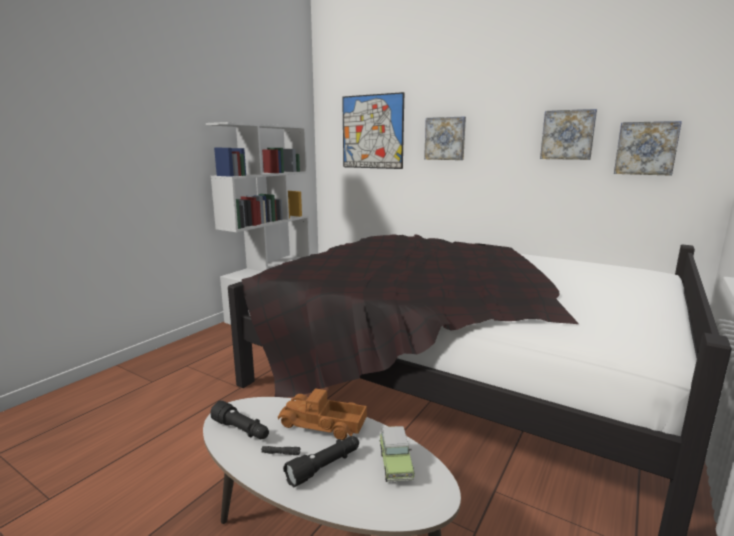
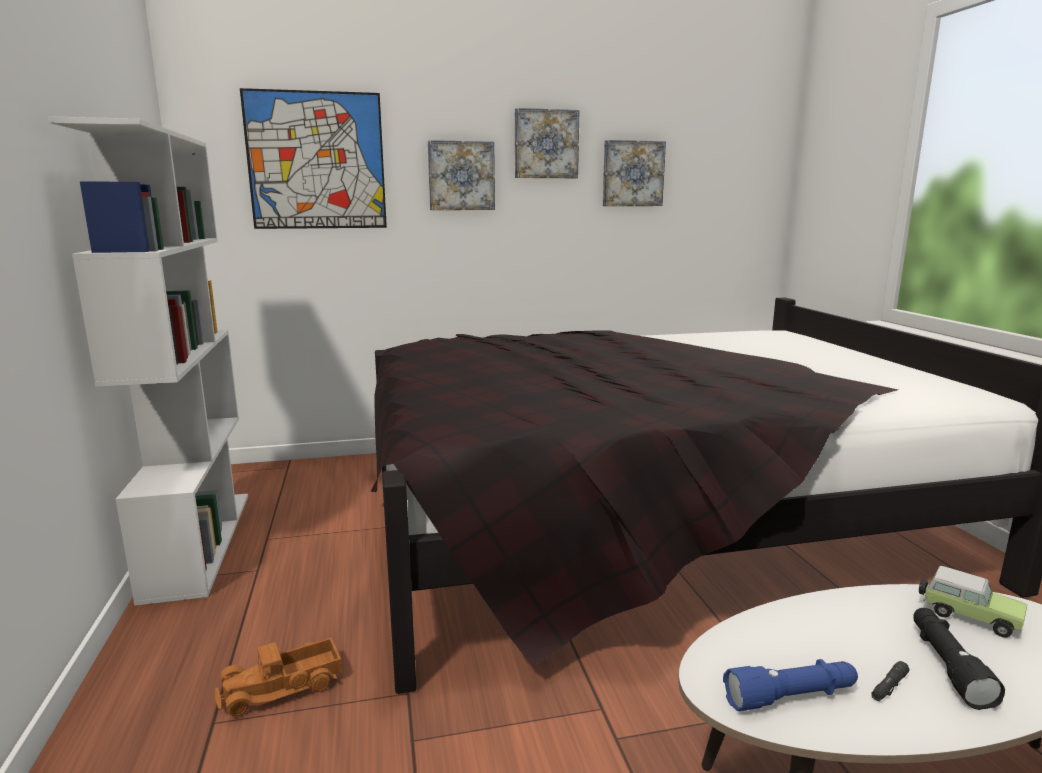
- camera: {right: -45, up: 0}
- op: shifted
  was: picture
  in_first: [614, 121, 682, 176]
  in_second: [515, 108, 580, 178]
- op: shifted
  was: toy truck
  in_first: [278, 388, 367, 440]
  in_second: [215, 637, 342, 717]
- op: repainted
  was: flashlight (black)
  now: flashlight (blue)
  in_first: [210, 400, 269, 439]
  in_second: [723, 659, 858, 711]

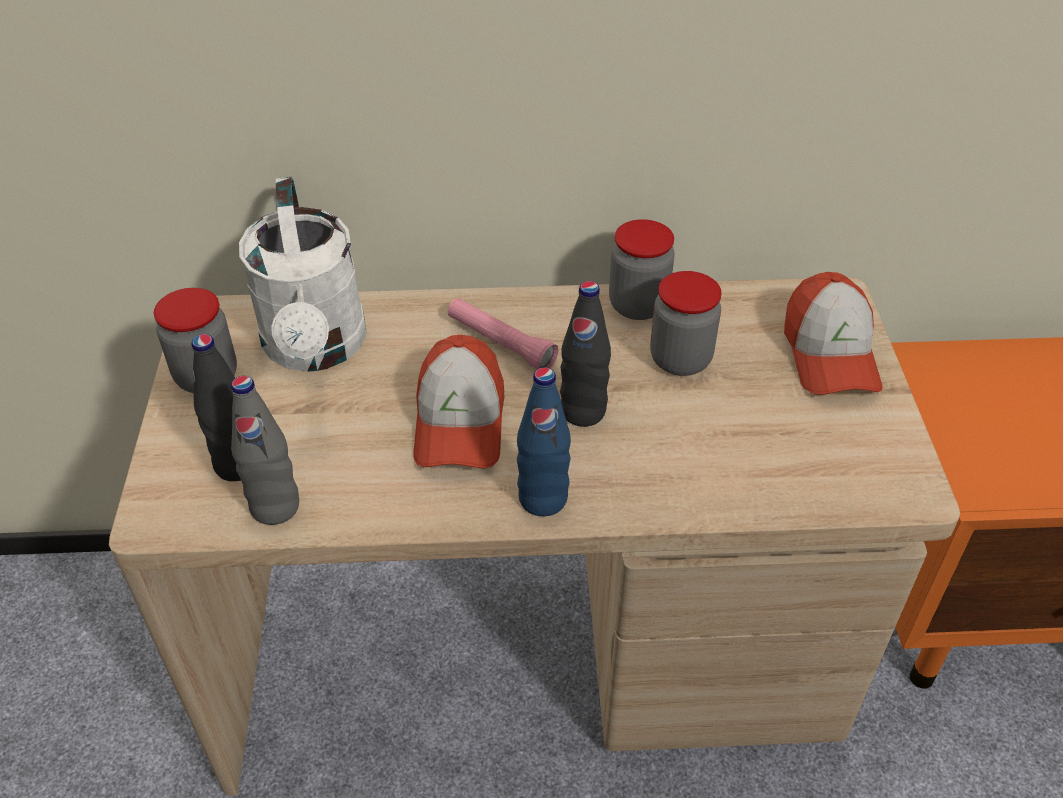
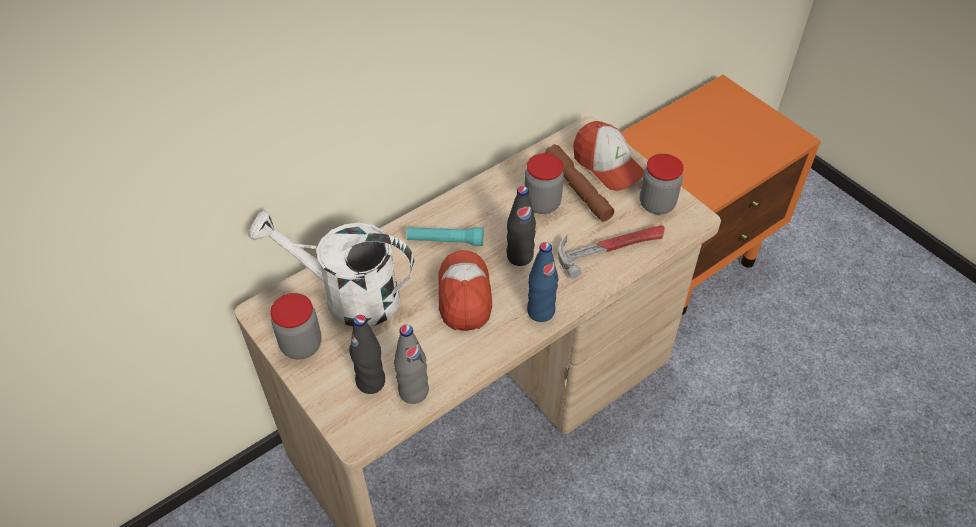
- camera: {right: -35, up: 5}
- op: rotated
  was: watering can (white)
  in_first: [239, 177, 367, 372]
  in_second: [248, 211, 414, 327]
  clockwise: 150
- op: shifted
  was: jar
  in_first: [609, 219, 675, 320]
  in_second: [640, 154, 684, 215]
- op: repainted
  was: flashlight (pink)
  now: flashlight (turquoise)
  in_first: [448, 298, 558, 369]
  in_second: [407, 227, 484, 246]
- op: rotated
  was: cap
  in_first: [413, 335, 504, 469]
  in_second: [438, 250, 492, 331]
  clockwise: -150
- op: new
  now: flashlight (brown)
  in_second: [545, 144, 614, 222]
- op: new
  now: hammer
  in_second: [558, 225, 665, 279]

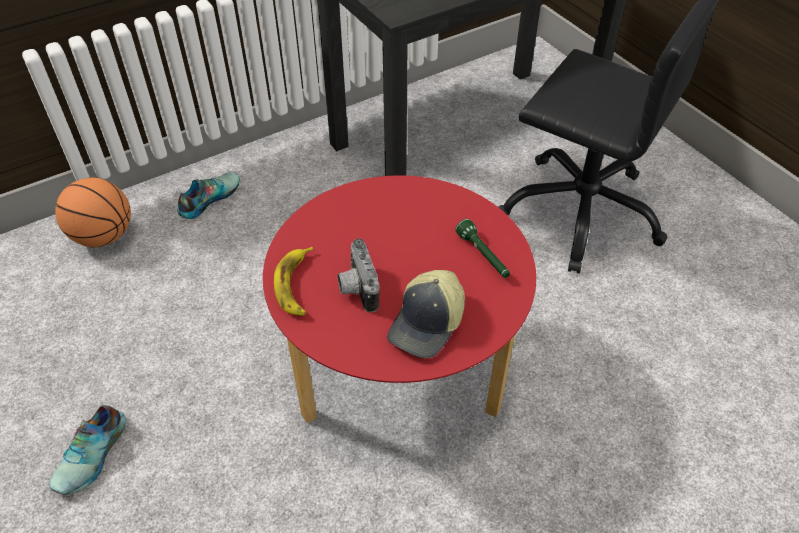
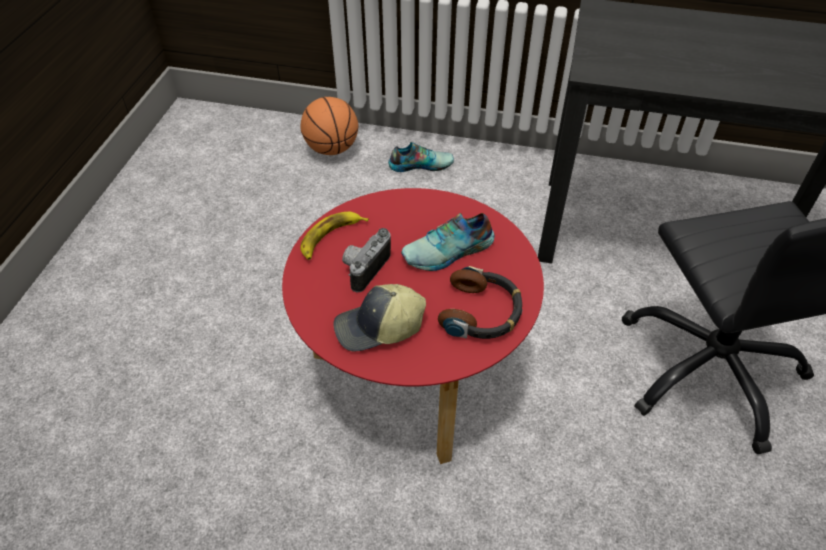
- camera: {right: 45, up: 0}
- op: swapped
  was: flashlight (green)
  now: headphones
  in_first: [455, 219, 510, 278]
  in_second: [438, 266, 523, 339]
- op: shifted
  was: shoe
  in_first: [50, 405, 126, 495]
  in_second: [401, 213, 495, 271]

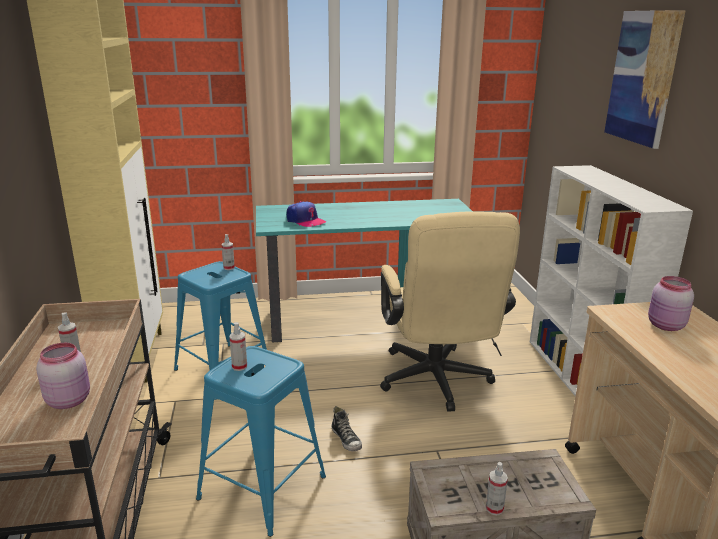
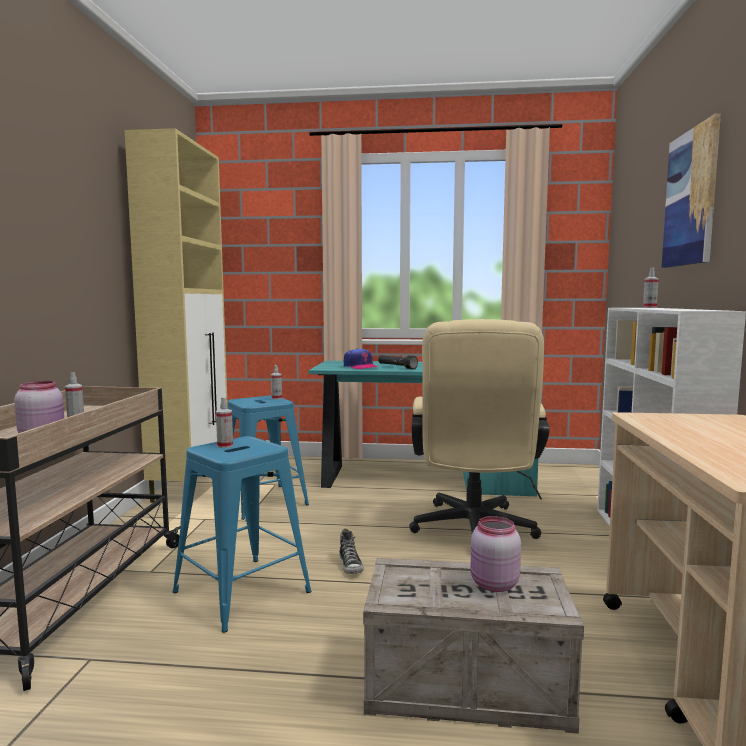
- camera: {right: 15, up: -15}
- op: shifted
  was: jar (pink)
  in_first: [648, 276, 694, 331]
  in_second: [471, 516, 521, 592]
- op: shifted
  was: spray bottle
  in_first: [486, 462, 508, 515]
  in_second: [643, 267, 659, 308]
- op: new
  now: flashlight (black)
  in_second: [378, 355, 418, 369]

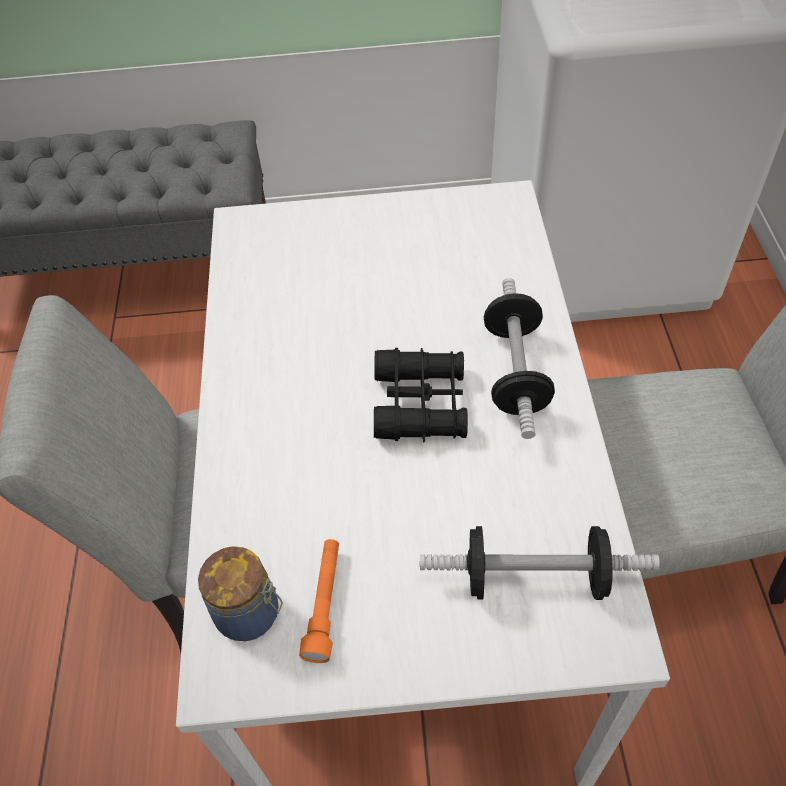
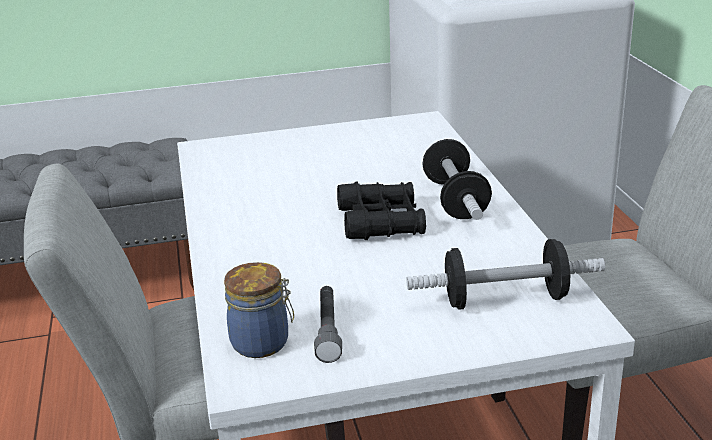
- camera: {right: -10, up: -25}
- op: repainted
  was: flashlight (orange)
  now: flashlight (grey)
  in_first: [299, 539, 339, 663]
  in_second: [314, 286, 342, 363]

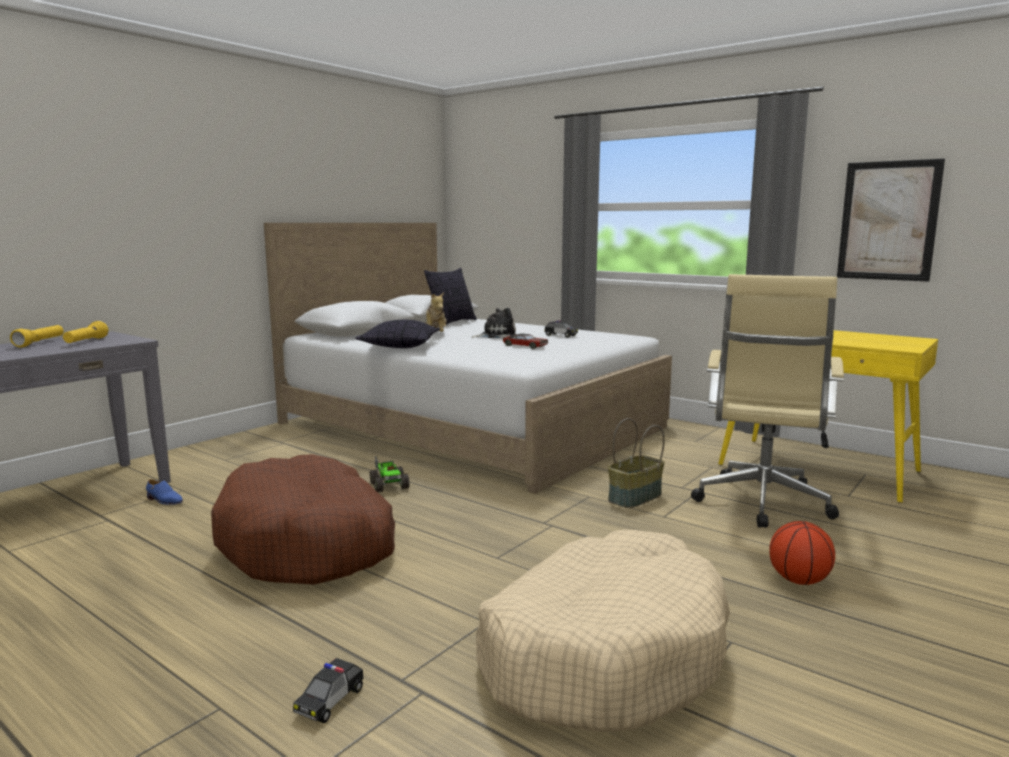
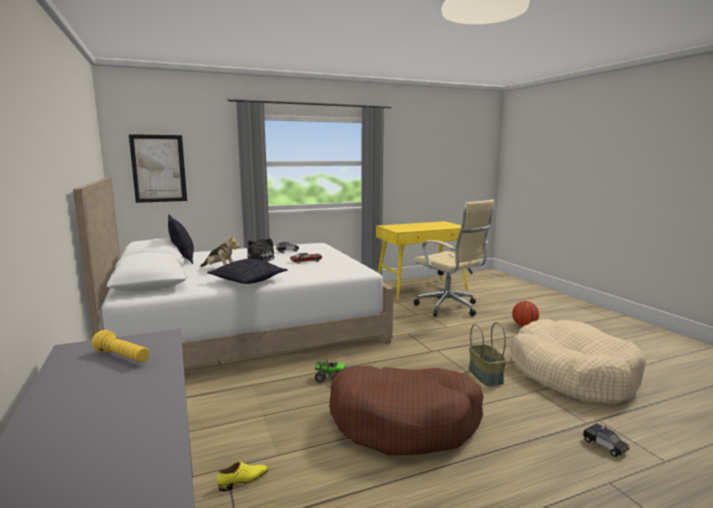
- camera: {right: -60, up: 0}
- op: shifted
  was: picture
  in_first: [837, 158, 945, 281]
  in_second: [129, 134, 187, 203]
- op: gone
  was: flashlight (yellow)
  in_first: [10, 325, 64, 348]
- op: shifted
  was: basket
  in_first: [608, 418, 665, 508]
  in_second: [469, 322, 506, 386]
- op: repainted
  was: shoe (blue)
  now: shoe (yellow)
  in_first: [146, 479, 183, 505]
  in_second: [217, 462, 268, 491]

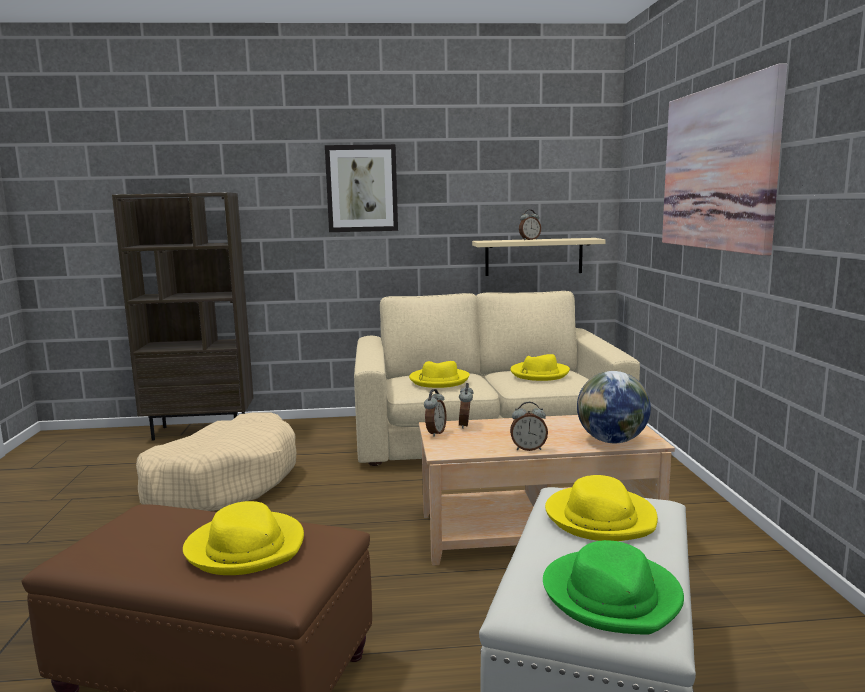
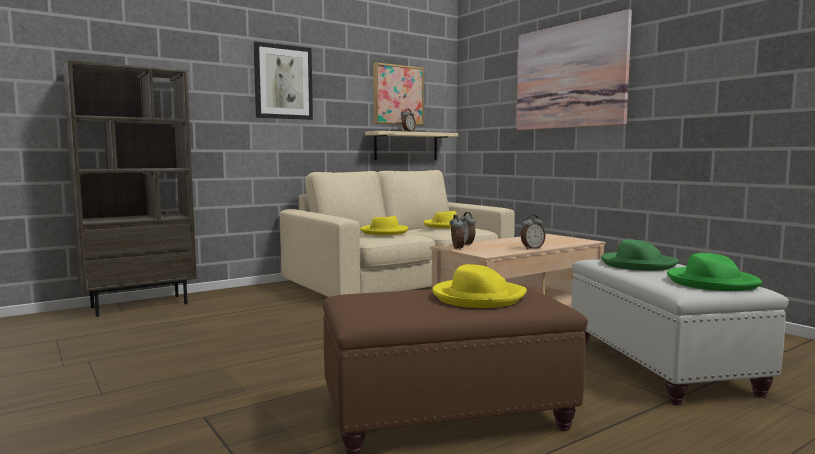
- camera: {right: -30, up: -5}
- op: gone
  was: globe
  in_first: [577, 371, 651, 443]
- op: gone
  was: dog bed (beige)
  in_first: [136, 412, 296, 511]
- op: repainted
  was: hat (yellow)
  now: hat (green)
  in_first: [545, 475, 658, 541]
  in_second: [601, 239, 679, 271]
- op: new
  now: picture
  in_second: [373, 62, 424, 126]

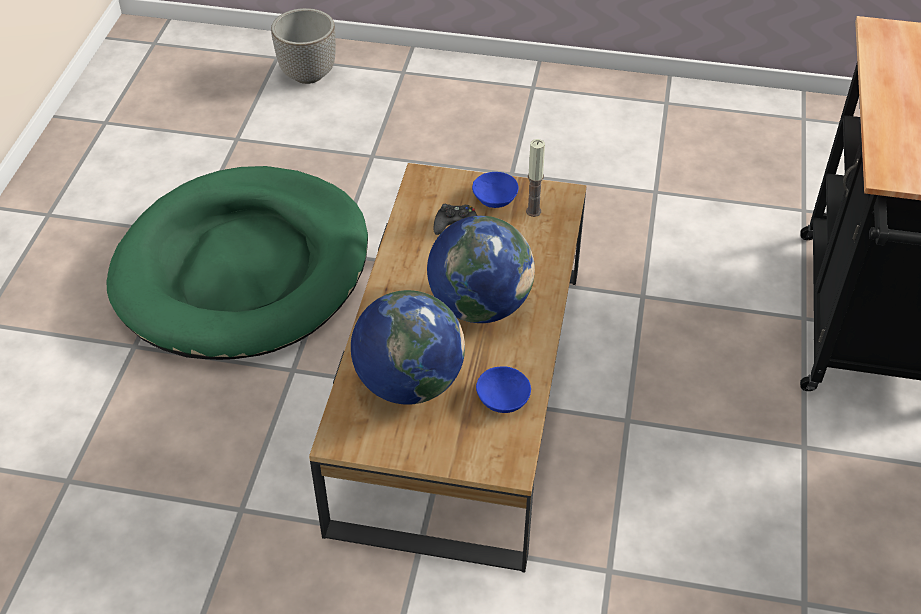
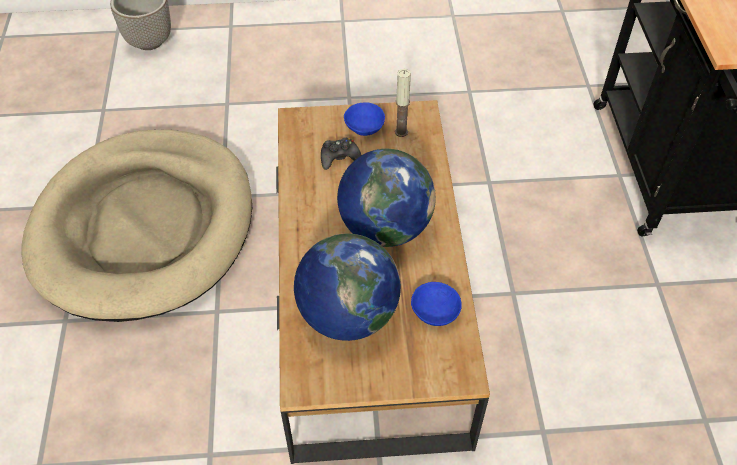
- camera: {right: -15, up: 5}
- op: repainted
  was: dog bed (green)
  now: dog bed (beige)
  in_first: [107, 166, 368, 360]
  in_second: [22, 129, 252, 322]

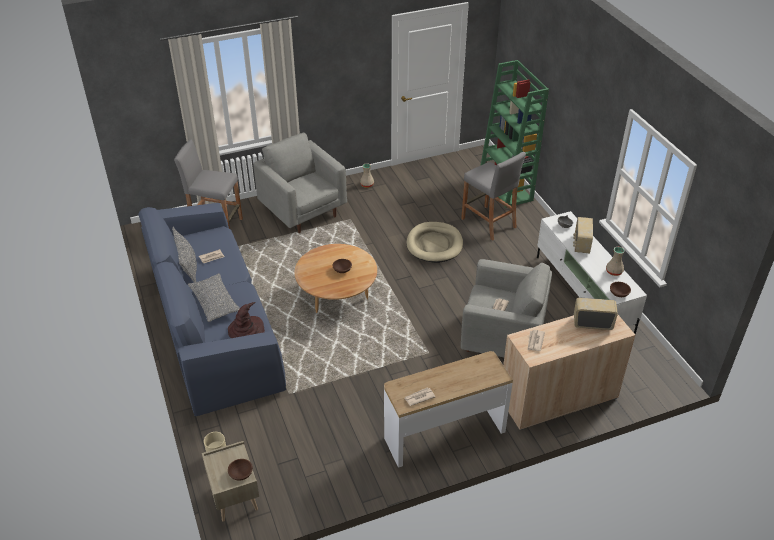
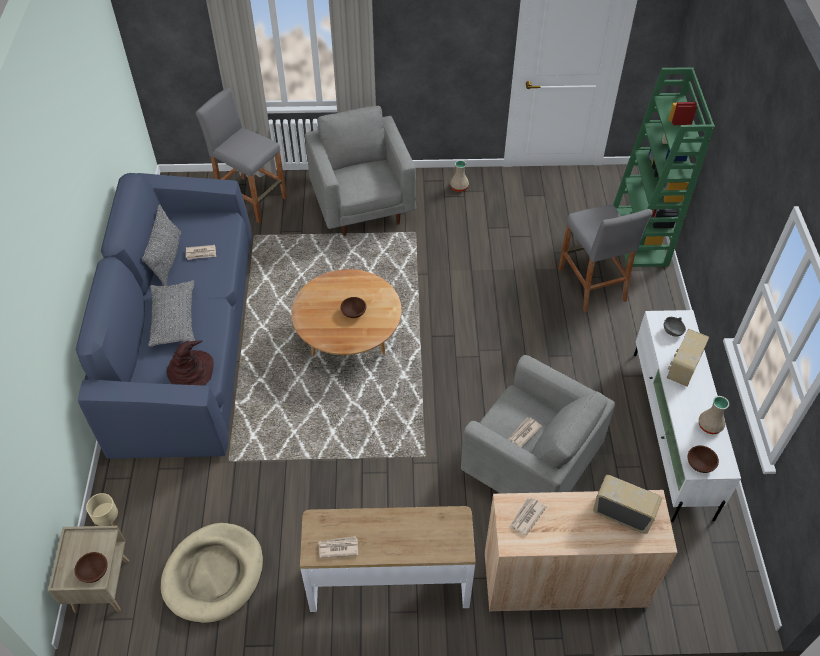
- camera: {right: 20, up: 10}
- op: shifted
  was: dog bed (beige)
  in_first: [406, 222, 463, 263]
  in_second: [161, 523, 263, 623]

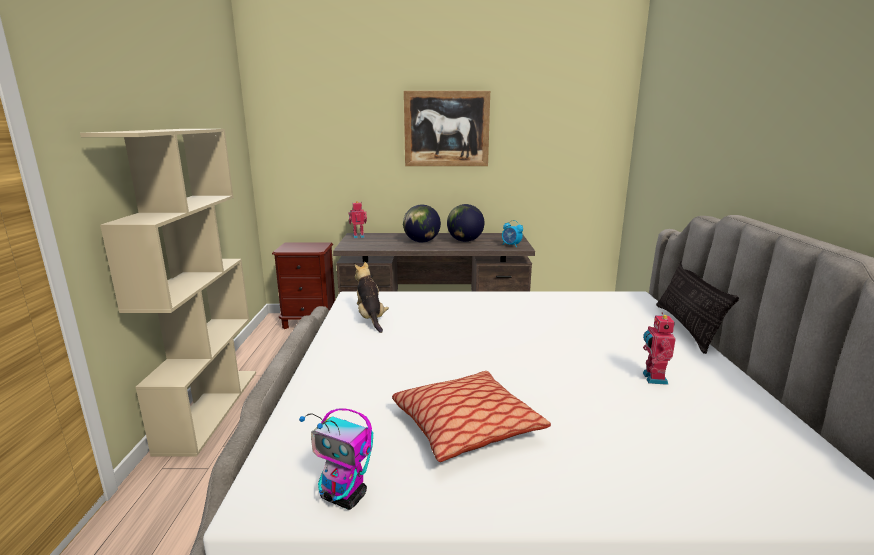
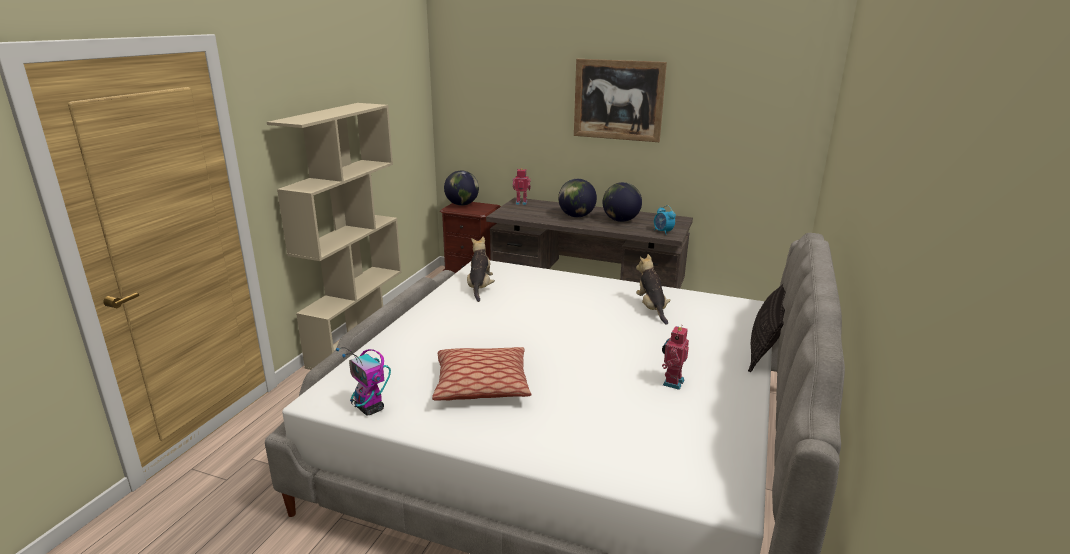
- camera: {right: 20, up: 5}
- op: new
  now: globe
  in_second: [444, 171, 479, 206]
- op: new
  now: plush toy
  in_second: [636, 254, 670, 325]

